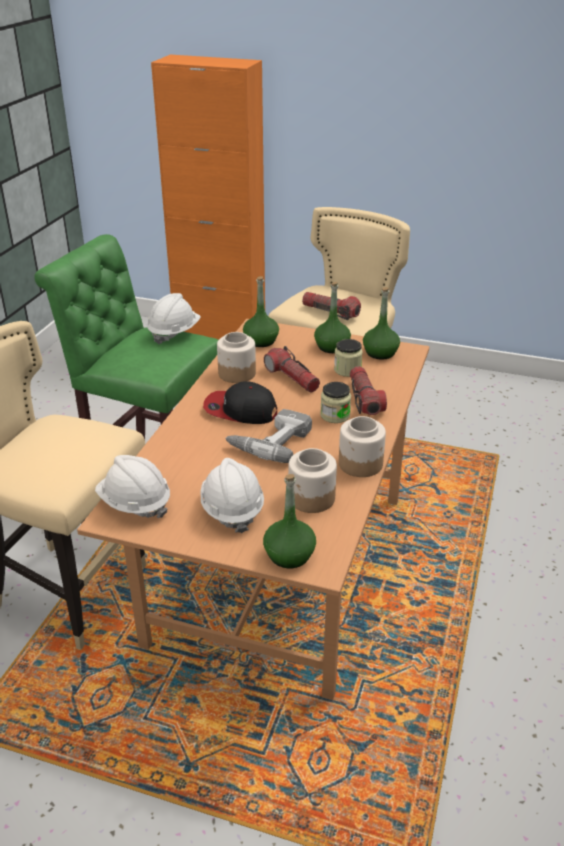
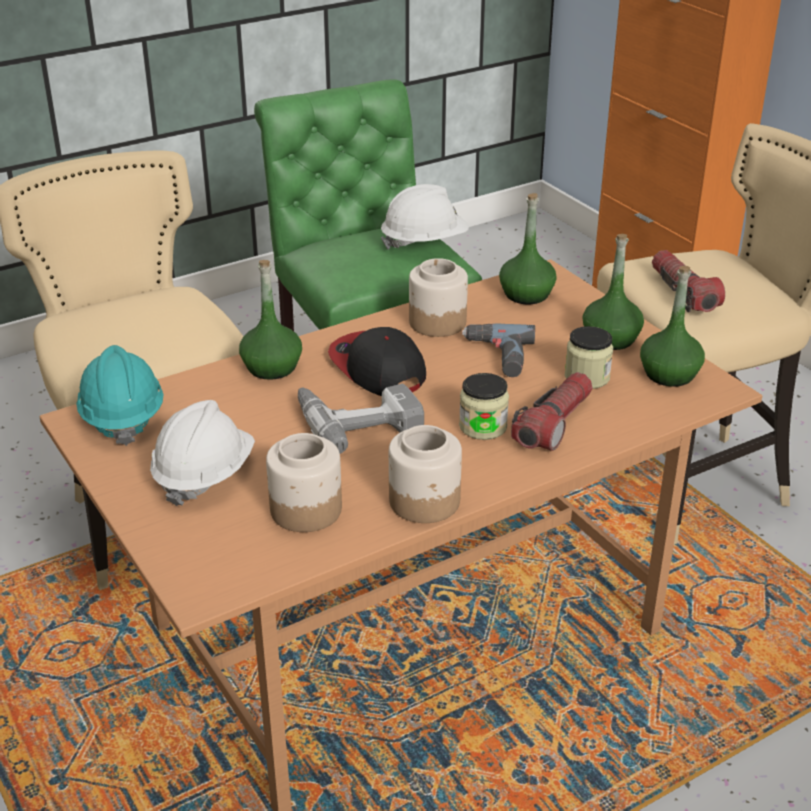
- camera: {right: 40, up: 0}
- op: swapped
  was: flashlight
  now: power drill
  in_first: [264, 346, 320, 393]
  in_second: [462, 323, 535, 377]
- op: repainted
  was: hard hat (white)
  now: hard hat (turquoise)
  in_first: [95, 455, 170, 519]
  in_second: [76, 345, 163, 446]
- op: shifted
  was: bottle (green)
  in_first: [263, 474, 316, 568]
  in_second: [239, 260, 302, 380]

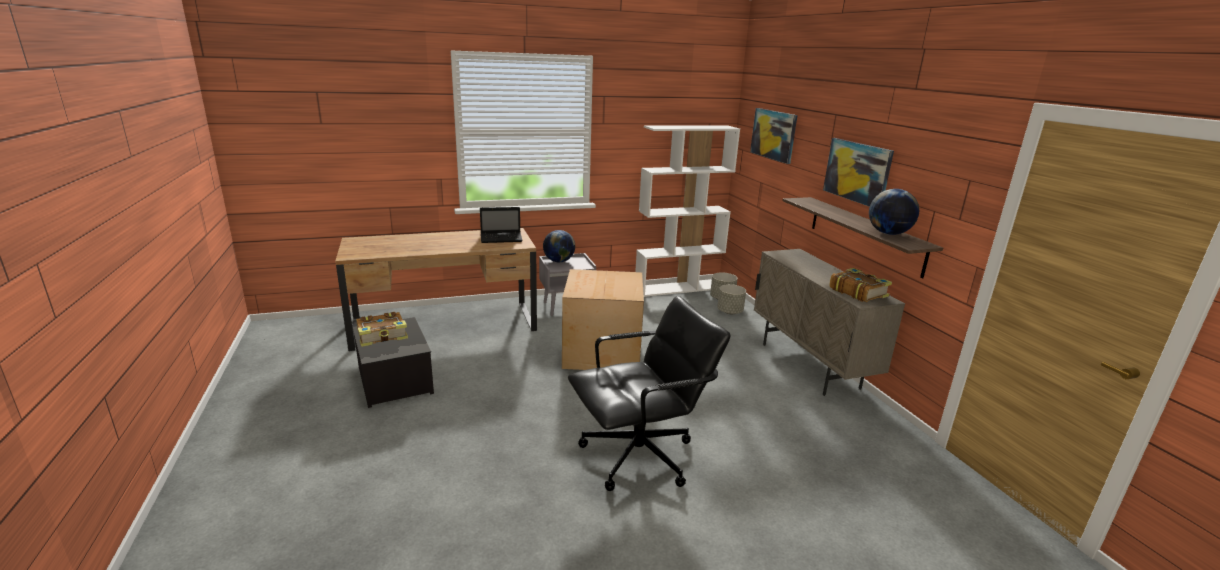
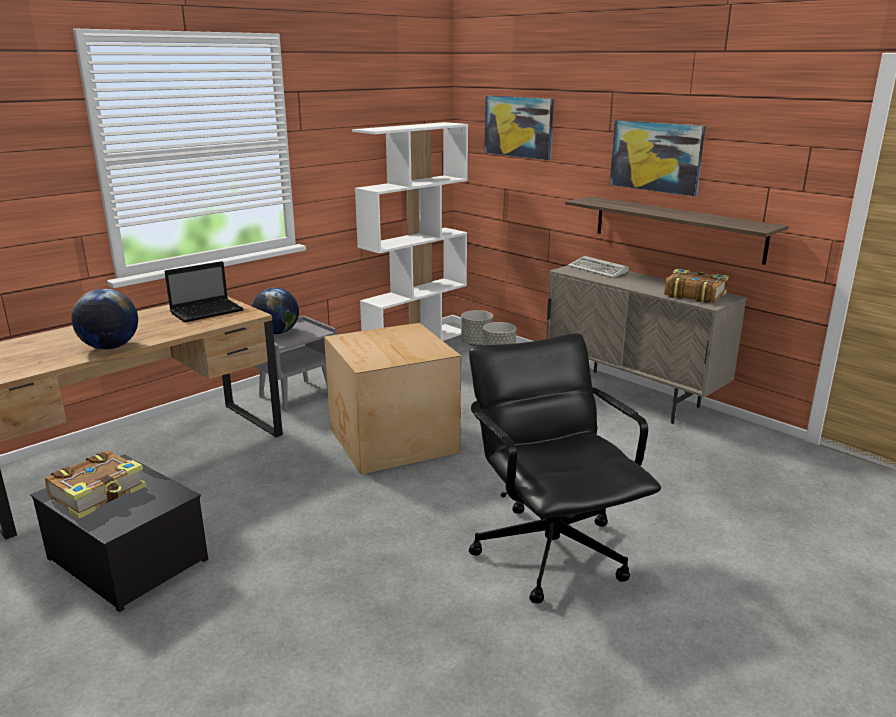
- camera: {right: -25, up: 0}
- op: shifted
  was: globe
  in_first: [869, 189, 920, 235]
  in_second: [71, 289, 138, 350]
- op: rotated
  was: office chair (black)
  in_first: [568, 296, 731, 491]
  in_second: [469, 333, 661, 604]
  clockwise: -60
- op: new
  now: keyboard
  in_second: [568, 256, 629, 278]

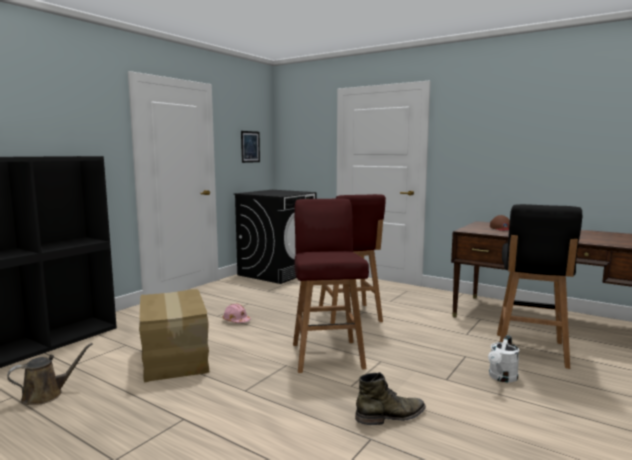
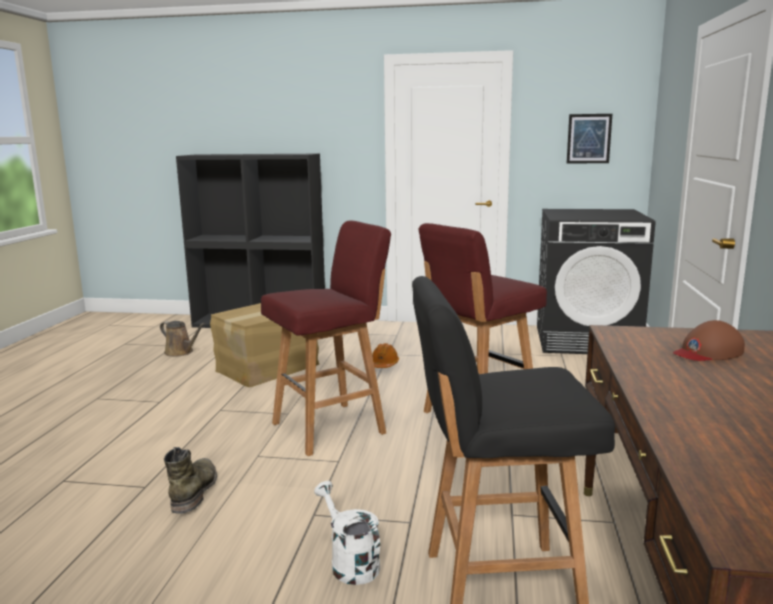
- camera: {right: 65, up: 5}
- op: repainted
  was: hard hat (pink)
  now: hard hat (orange)
  in_first: [223, 304, 251, 323]
  in_second: [372, 343, 399, 368]
- op: rotated
  was: watering can (white)
  in_first: [488, 335, 520, 382]
  in_second: [314, 481, 380, 585]
  clockwise: 45
- op: rotated
  was: boot (green)
  in_first: [355, 372, 426, 425]
  in_second: [164, 447, 217, 514]
  clockwise: -135

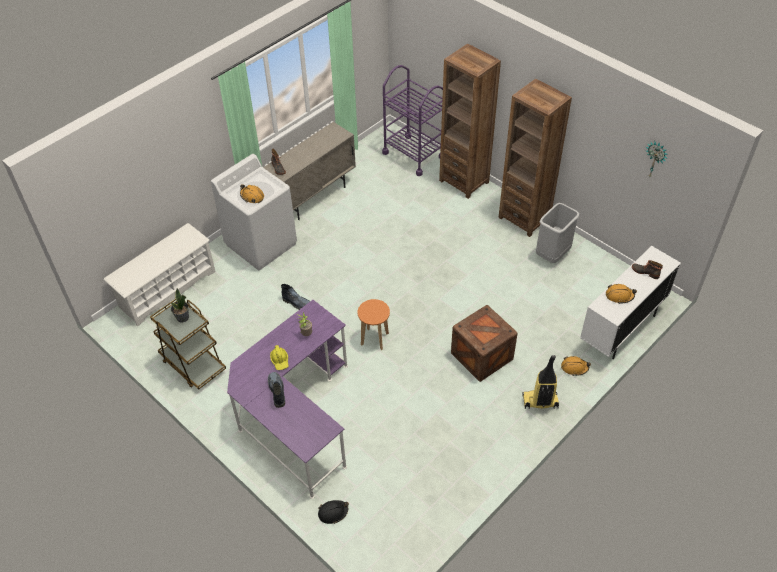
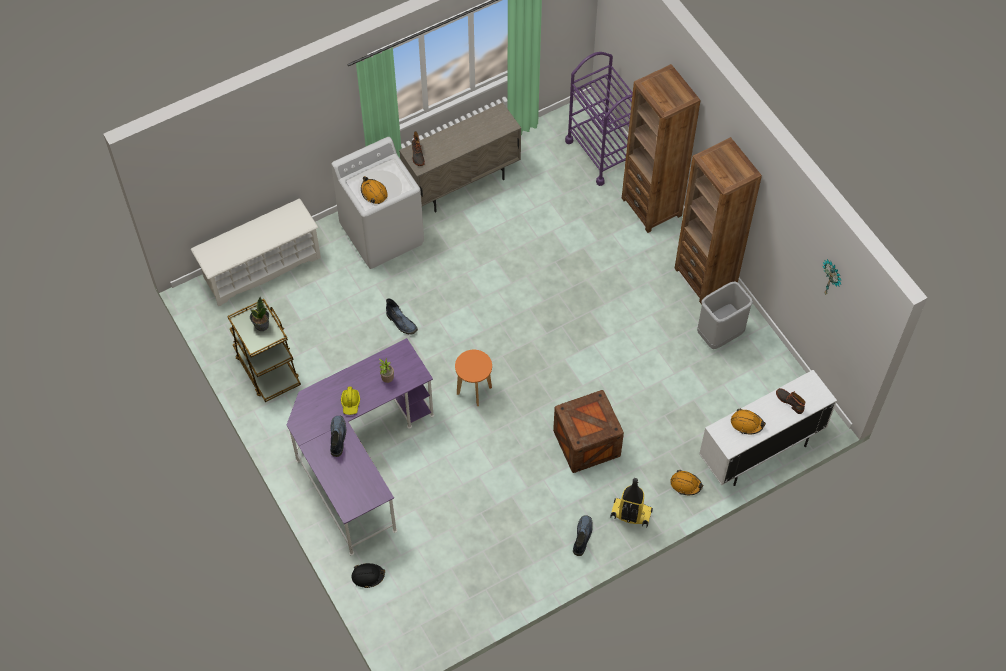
- camera: {right: 15, up: 10}
- op: new
  now: boot
  in_second: [573, 515, 593, 556]

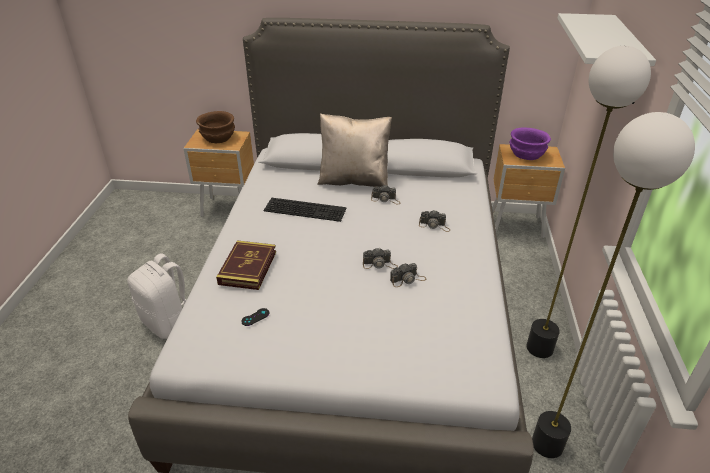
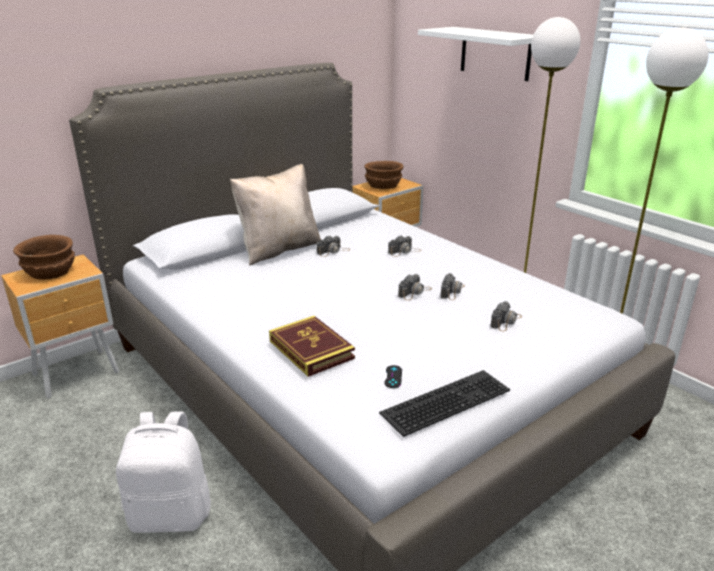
- camera: {right: -45, up: -10}
- op: repainted
  was: bowl (purple)
  now: bowl (brown)
  in_first: [509, 127, 551, 160]
  in_second: [364, 161, 404, 189]
- op: shifted
  was: keyboard
  in_first: [263, 198, 347, 222]
  in_second: [379, 370, 510, 437]
- op: new
  now: photo camera
  in_second: [491, 301, 522, 331]

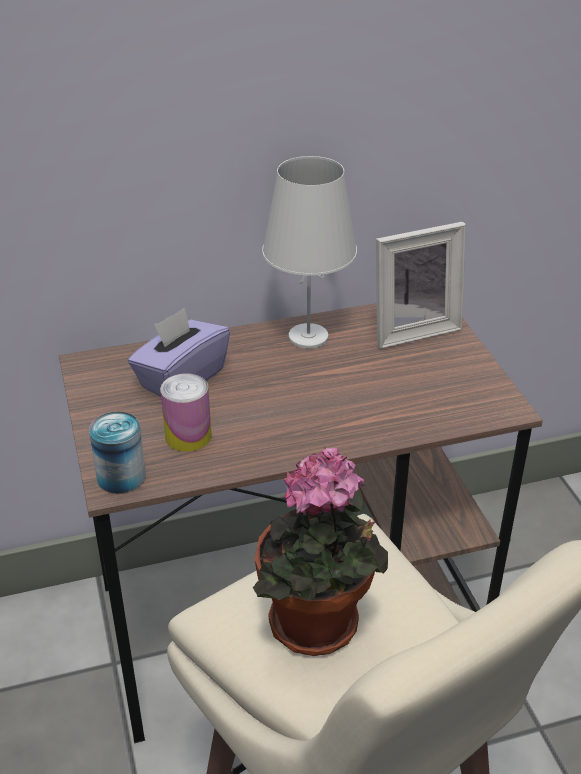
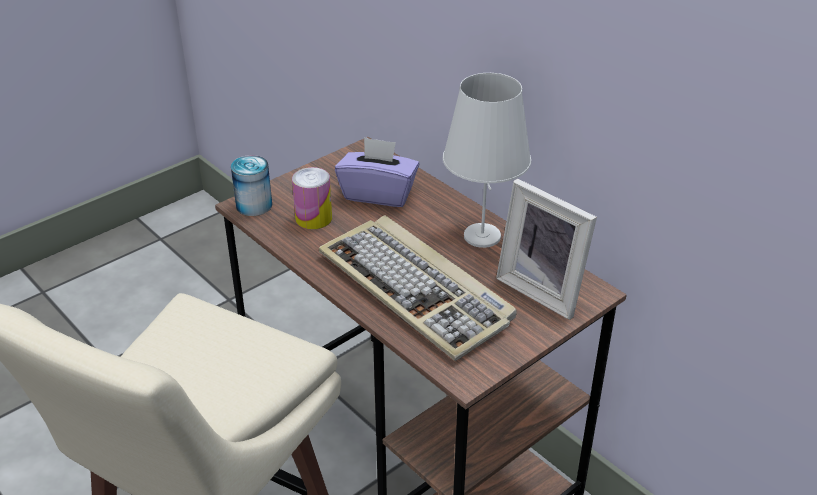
- camera: {right: 65, up: 0}
- op: gone
  was: potted plant
  in_first: [253, 448, 388, 656]
- op: new
  now: keyboard
  in_second: [319, 215, 517, 361]

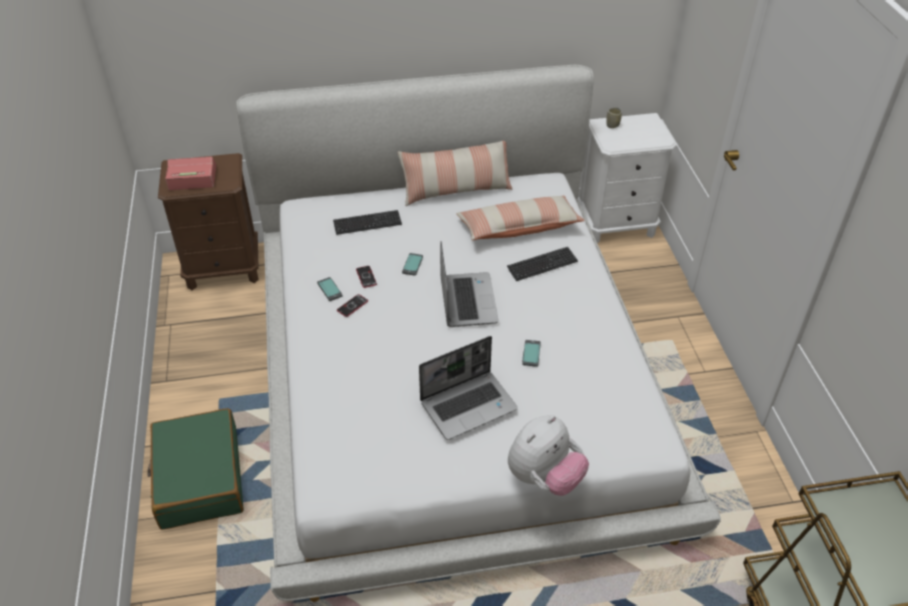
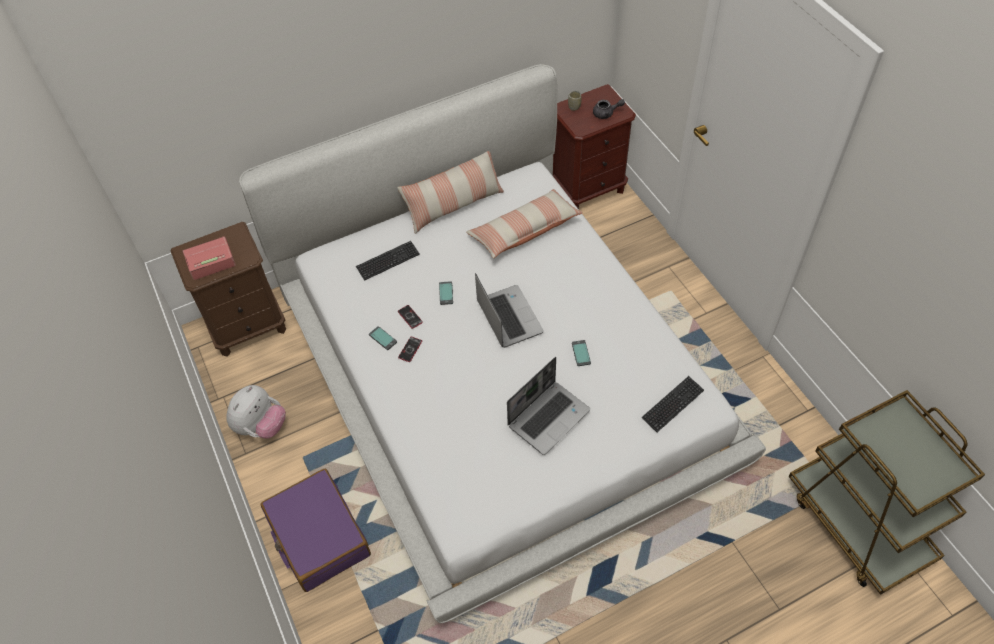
- camera: {right: -15, up: 10}
- op: repainted
  was: nightstand (white)
  now: nightstand (brown)
  in_first: [578, 113, 676, 243]
  in_second: [553, 84, 636, 209]
- op: shifted
  was: keyboard
  in_first: [507, 247, 578, 281]
  in_second: [641, 376, 704, 432]
- op: repainted
  was: suitcase (green)
  now: suitcase (purple)
  in_first: [148, 408, 244, 530]
  in_second: [261, 469, 371, 592]
- op: shifted
  was: plush toy
  in_first: [508, 415, 589, 496]
  in_second: [226, 385, 286, 439]
- op: new
  now: teapot (grey)
  in_second: [593, 99, 625, 119]

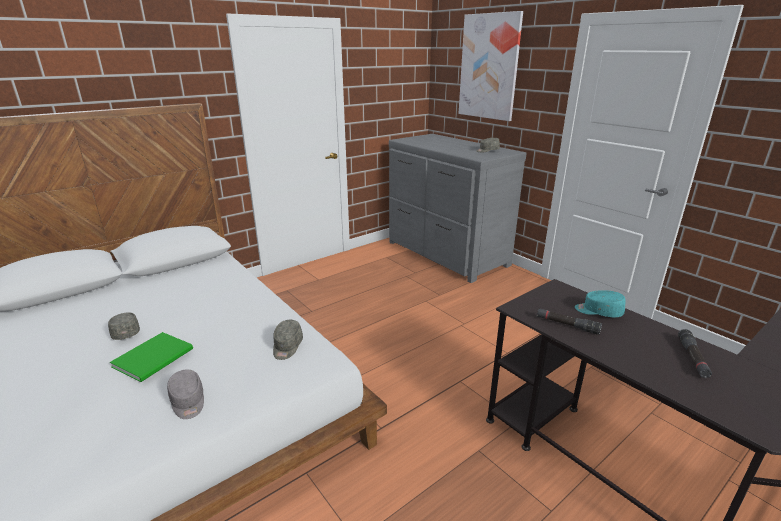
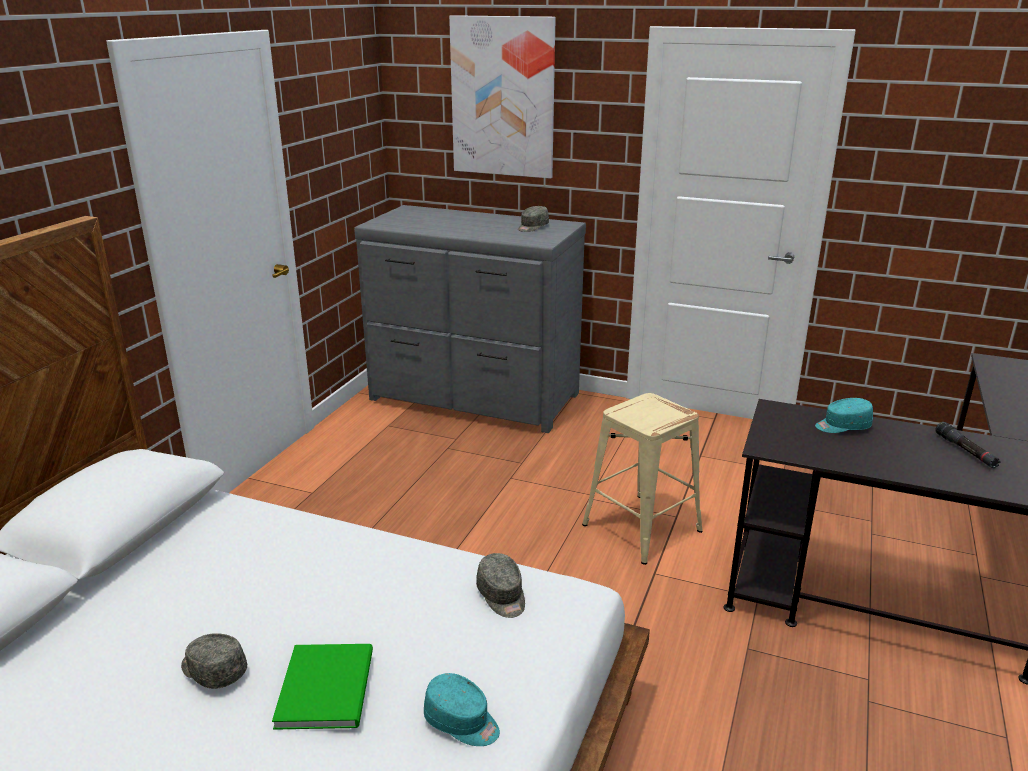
- camera: {right: -30, up: 0}
- op: gone
  was: flashlight (black)
  in_first: [537, 308, 602, 335]
- op: repainted
  was: cap (grey)
  now: cap (turquoise)
  in_first: [167, 370, 204, 419]
  in_second: [424, 673, 500, 746]
- op: new
  now: stool (beige)
  in_second: [582, 393, 703, 565]

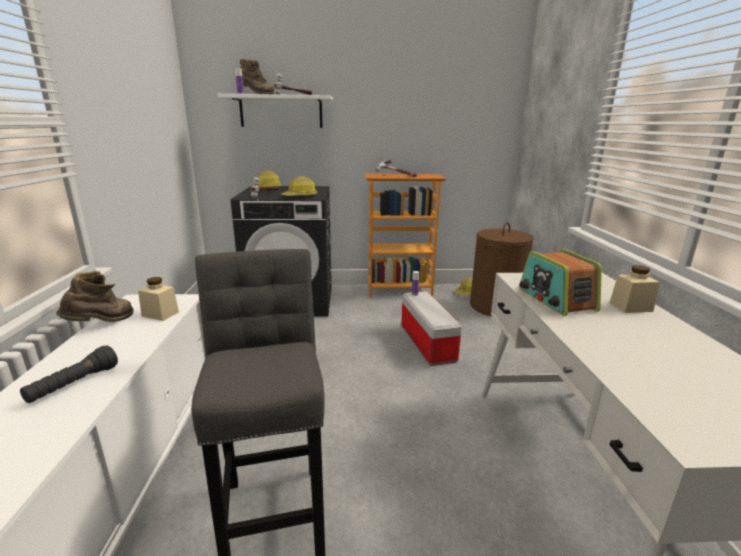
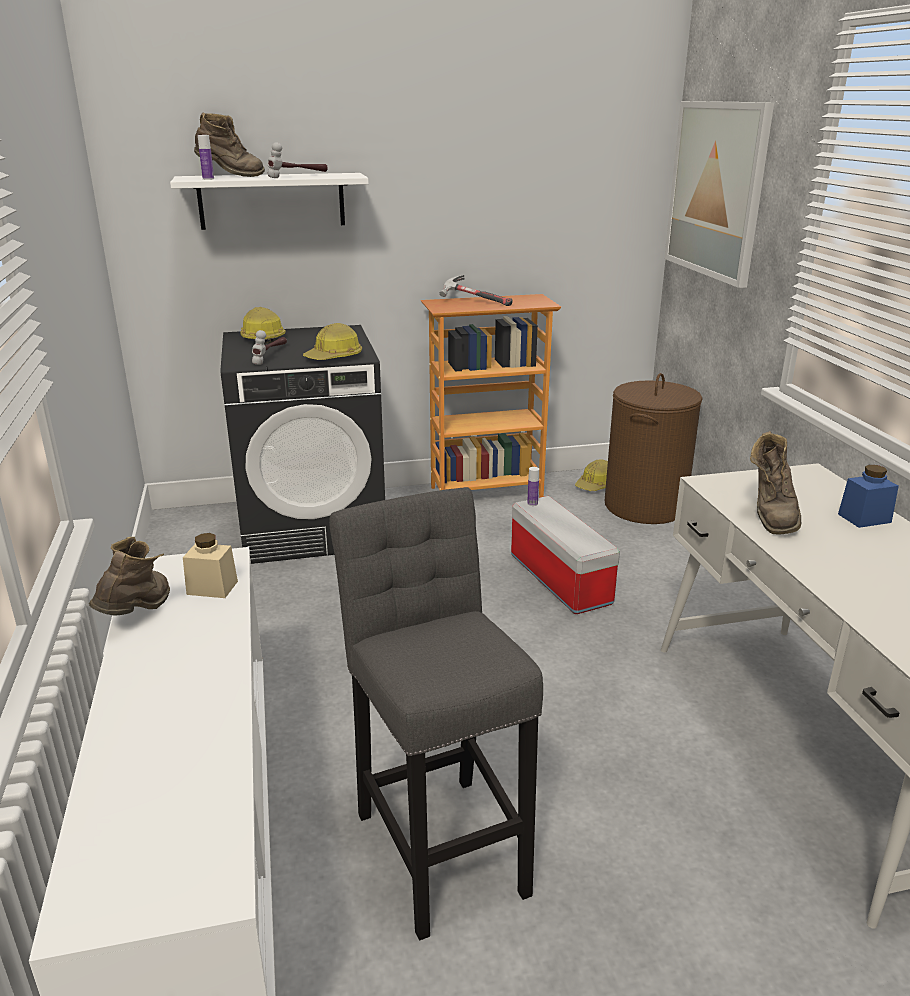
- camera: {right: -10, up: 5}
- op: swapped
  was: radio
  now: boot (brown)
  in_first: [519, 249, 602, 316]
  in_second: [750, 431, 801, 535]
- op: repainted
  was: jar (beige)
  now: jar (blue)
  in_first: [610, 265, 660, 313]
  in_second: [838, 465, 899, 528]
- op: gone
  was: flashlight (black)
  in_first: [20, 345, 118, 403]
- op: new
  now: picture
  in_second: [664, 101, 774, 288]

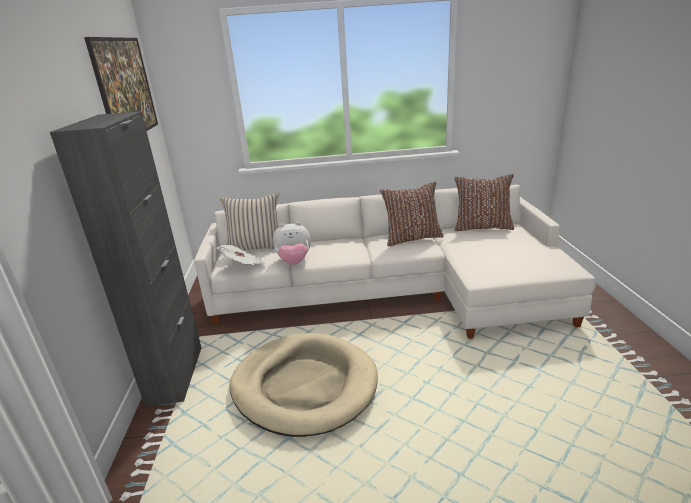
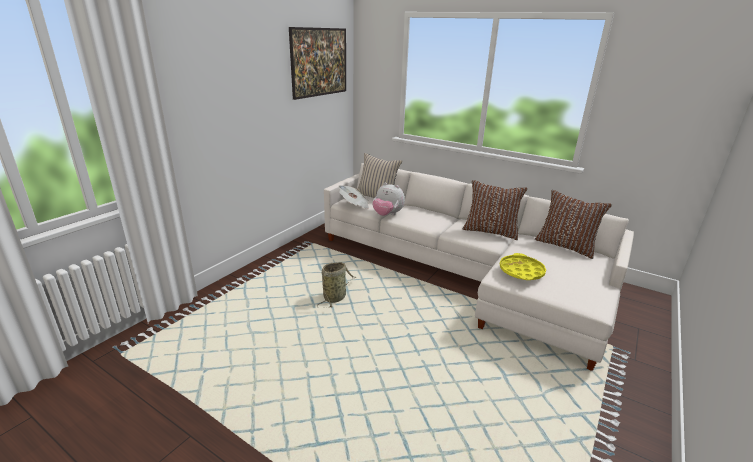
- camera: {right: 35, up: 0}
- op: gone
  was: cabinet (black)
  in_first: [50, 111, 201, 406]
- op: swapped
  was: dog bed (beige)
  now: basket
  in_first: [229, 333, 378, 437]
  in_second: [317, 262, 356, 308]
- op: new
  now: tray (yellow)
  in_second: [500, 253, 546, 280]

